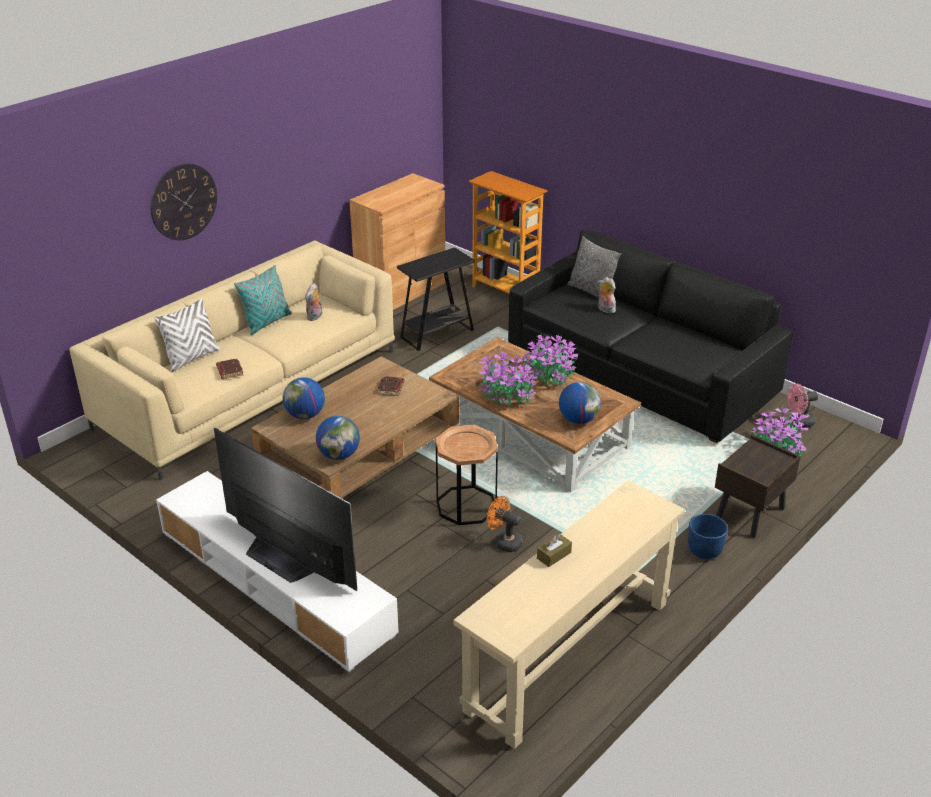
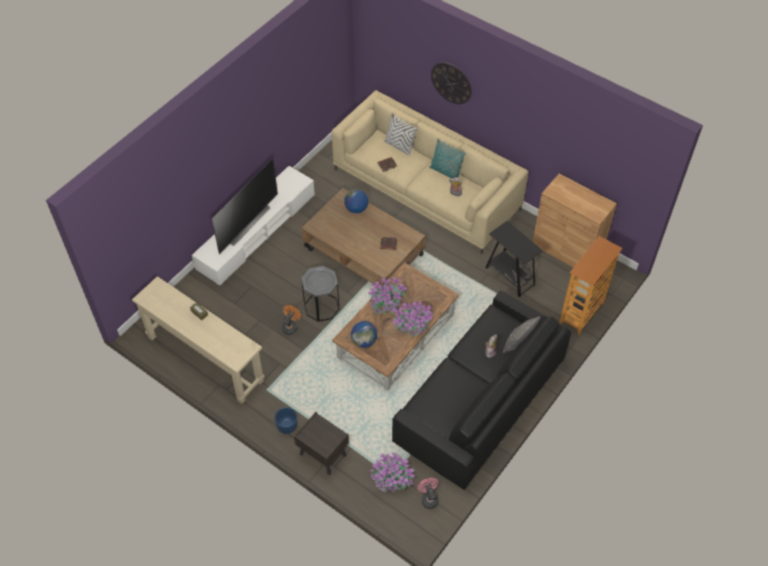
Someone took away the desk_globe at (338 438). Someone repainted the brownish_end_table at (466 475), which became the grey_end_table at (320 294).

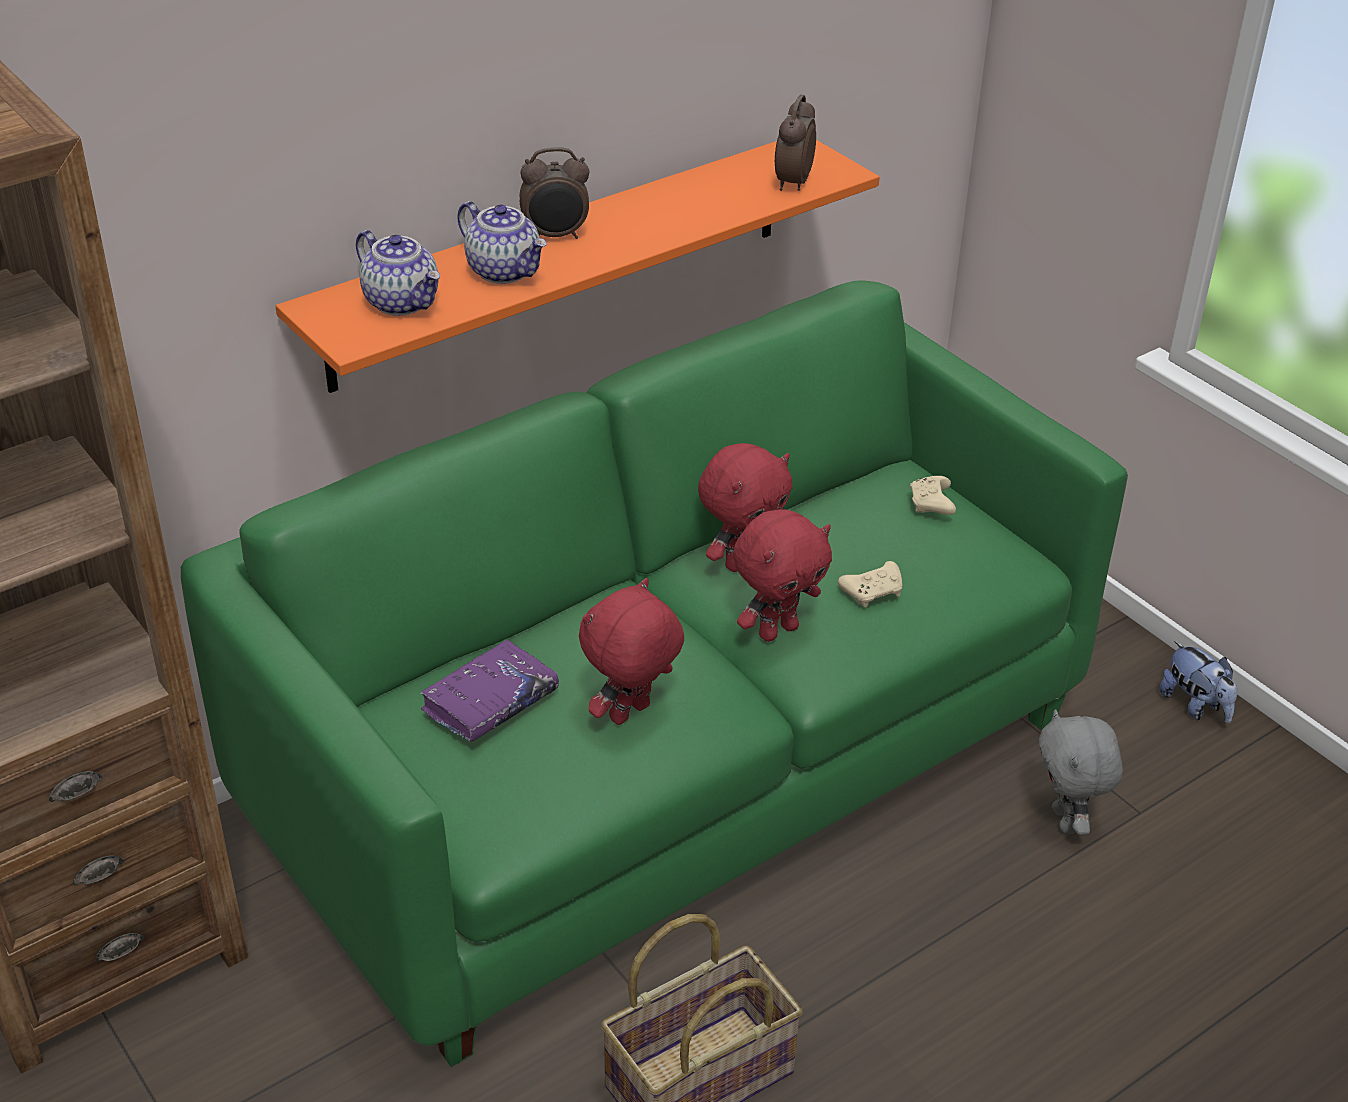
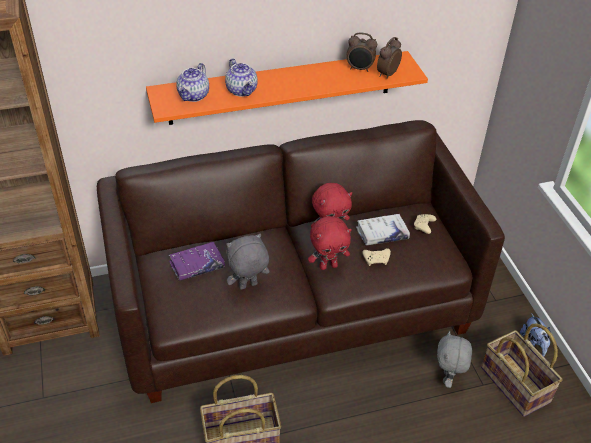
Someone put down the white_book at (383 229). Someone put down the basket at (522 370). Someone carried the bedside_clock from (554 193) to (361 52). Someone repainted the greenish_couch at (654 673), which became the brownish_couch at (301 261). Someone repainted the red_plush_toy at (631 651), which became the grey_plush_toy at (247 262). Someone rotated the pot_for_tea at (398 273) by 45 degrees clockwise.

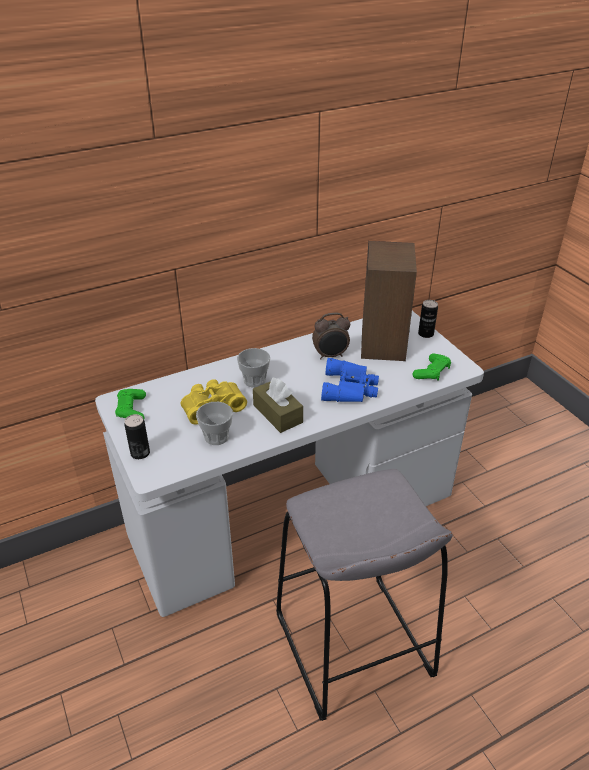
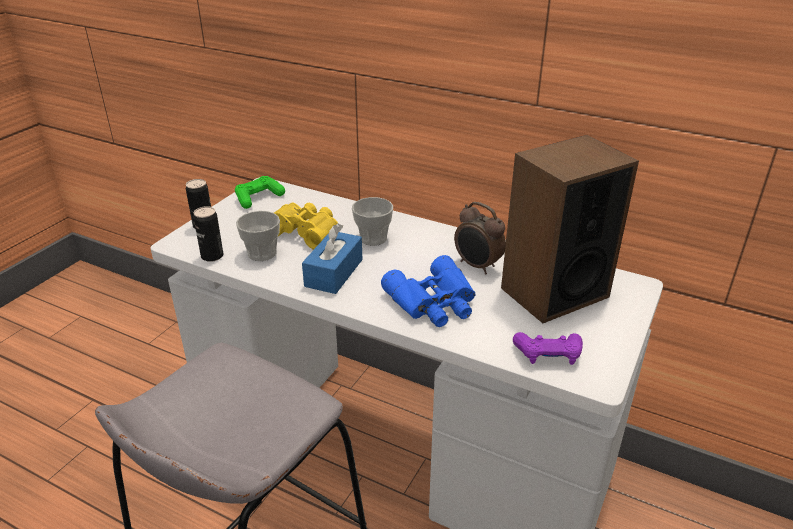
Someone carried the sealed_can from (428 319) to (208 234). Someone repainted the brownish_tissue_holder at (278 405), which became the blue_tissue_holder at (332 258). Someone repainted the greenish_gamepad at (431 366), which became the purplish_gamepad at (548 348).

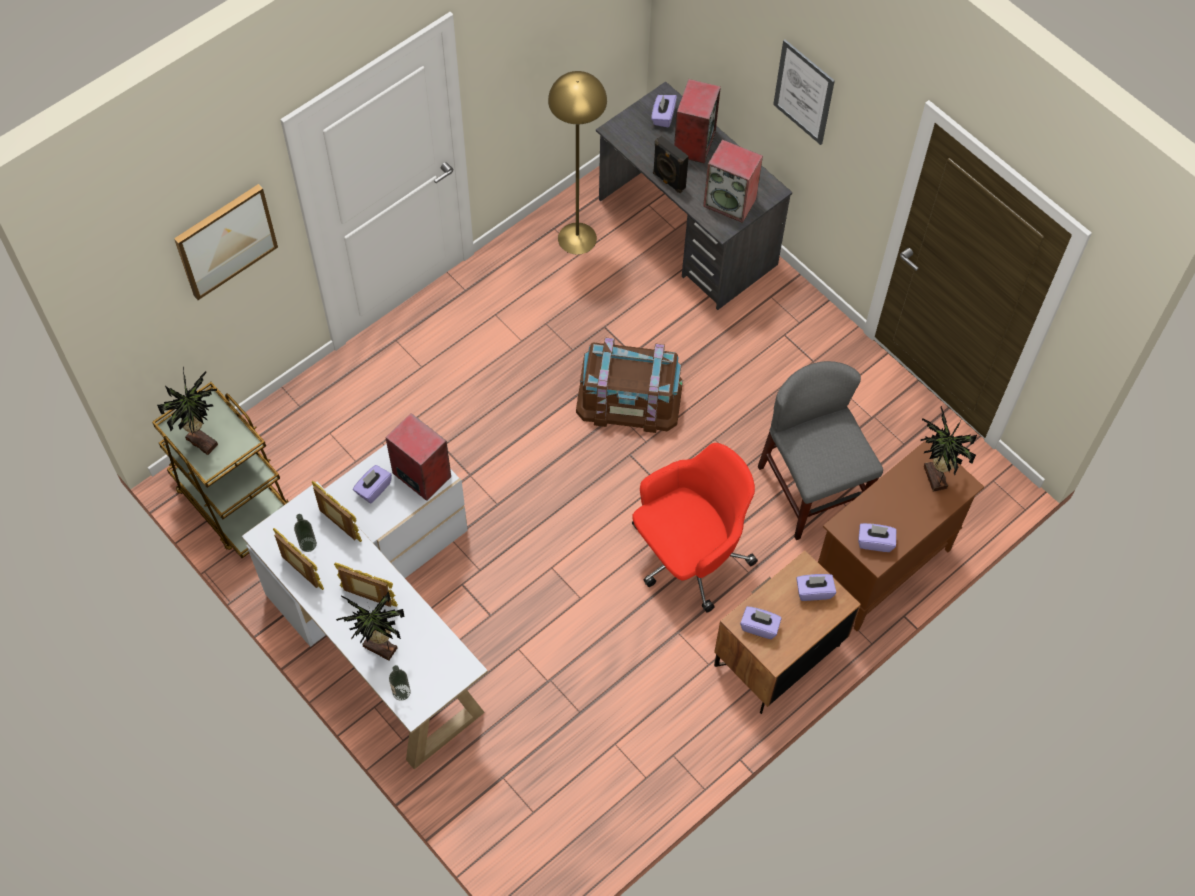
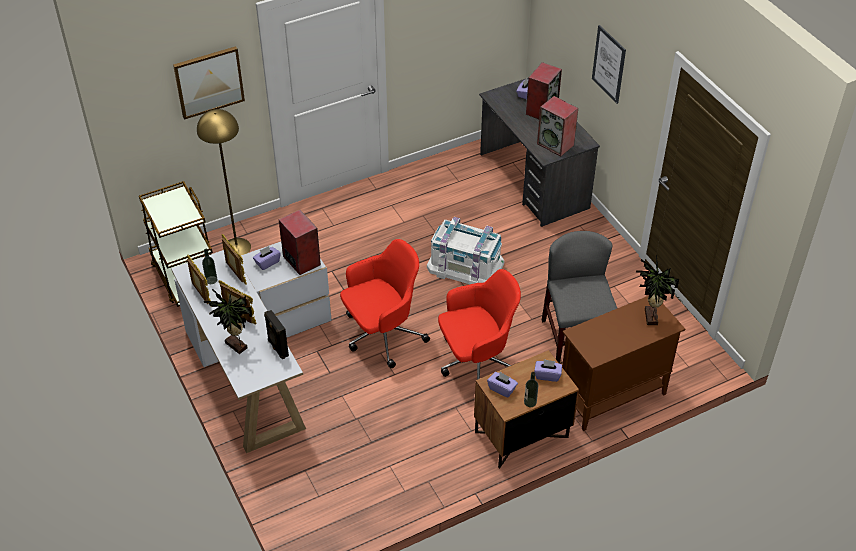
Someone took away the potted_plant at (187 411). Someone took away the purplish_tissue_holder at (877 537). Someone put down the red_desk_chair at (385 303). Someone carried the drink_bottle from (400 683) to (531 389). Someone carried the yellow_standing_lamp from (577 163) to (224 182). Someone carried the blackish_speaker from (671 164) to (276 334). Someone repainted the brownish_storage_box at (629 385), which became the white_storage_box at (465 251).

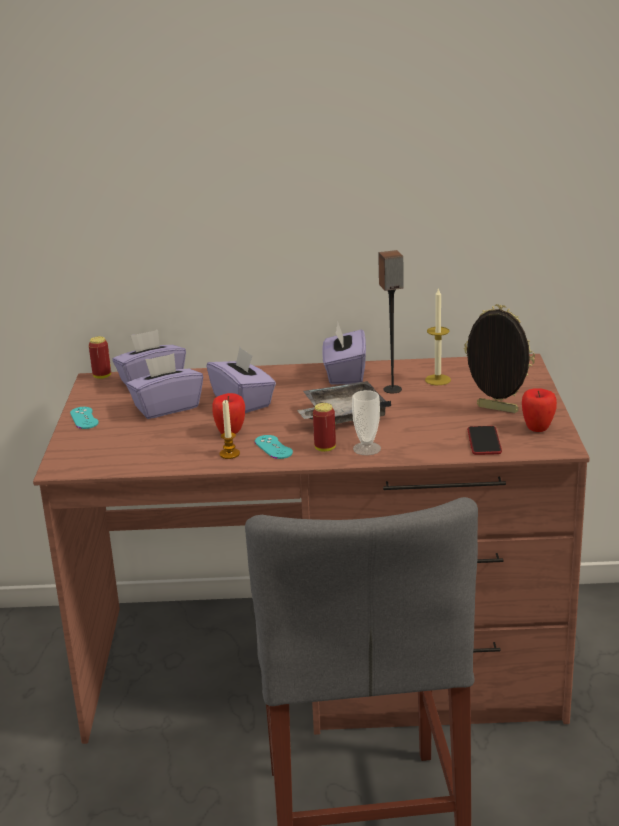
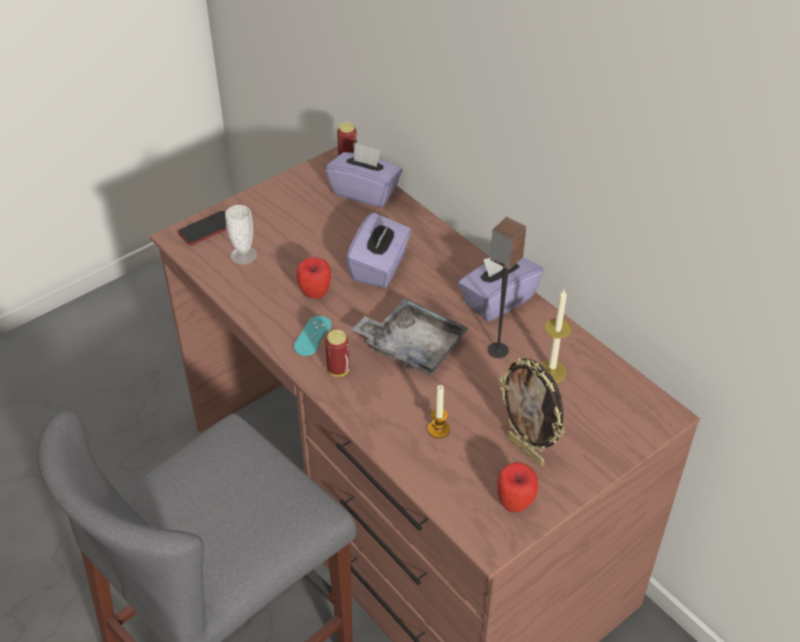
Someone took away the turquoise_gamepad at (84 418). Someone took away the purplish_tissue_holder at (164 386). Someone carried the candle from (229 429) to (439 411). Someone carried the small_cup from (366 422) to (241 235). Someone carried the telephone from (484 440) to (202 228). Someone rotated the photo_frame at (499 358) by 150 degrees clockwise.

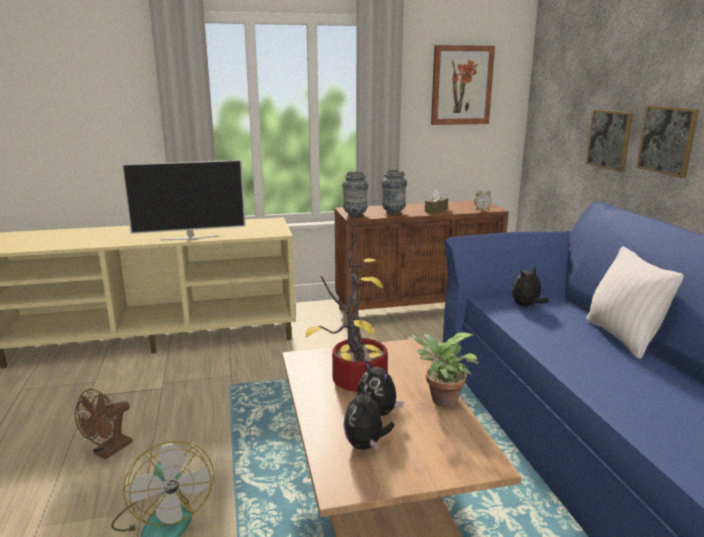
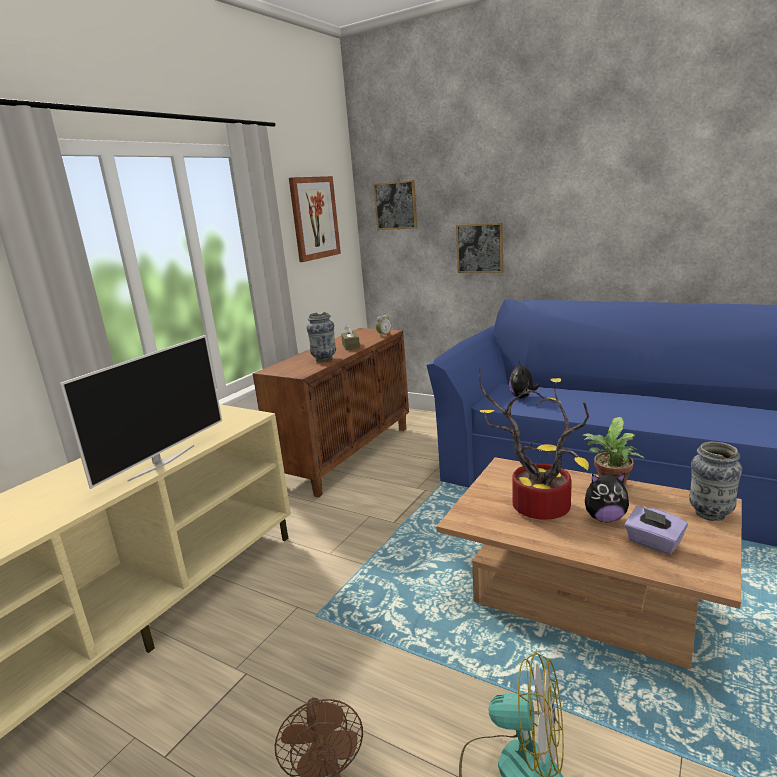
Someone took away the white_cushion at (635 302). Someone carried the flower_vase from (355 195) to (715 481). Someone carried the wall_art from (668 142) to (395 205). Someone swapped the plush_toy at (368 417) for the purplish_tissue_holder at (656 530).

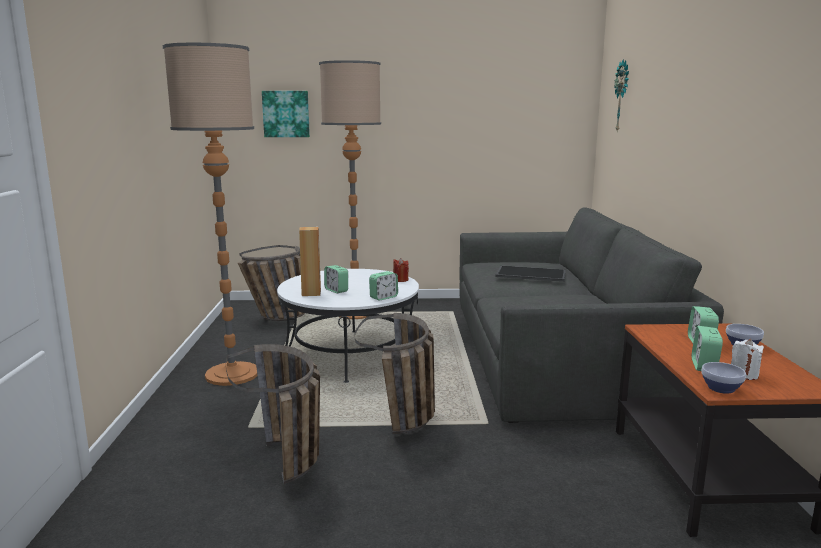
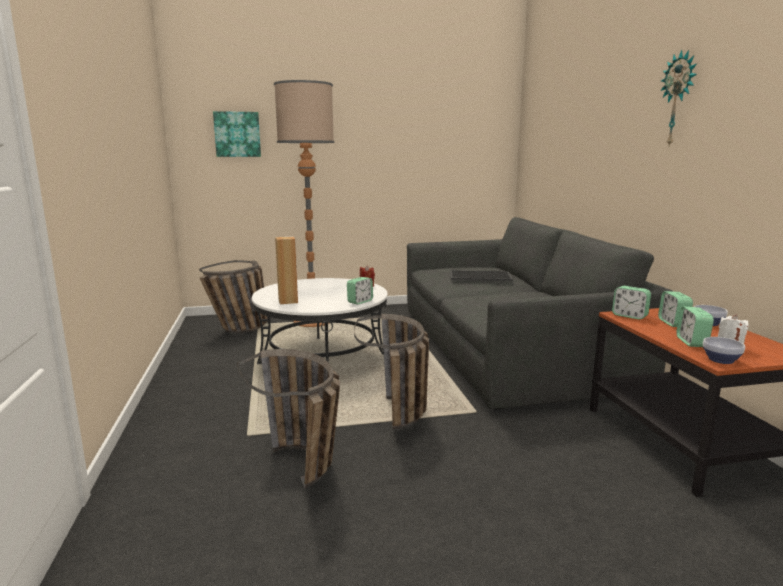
Someone took away the standing_lamp at (210 214). Someone carried the bedside_clock from (336 279) to (631 303). Someone carried the wall_clock from (621 95) to (678 98).

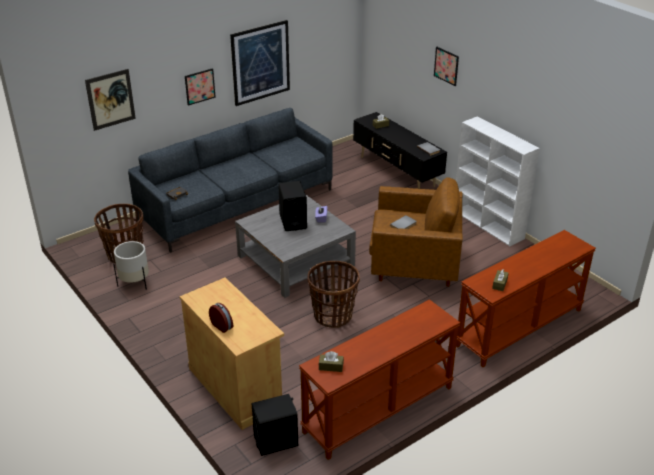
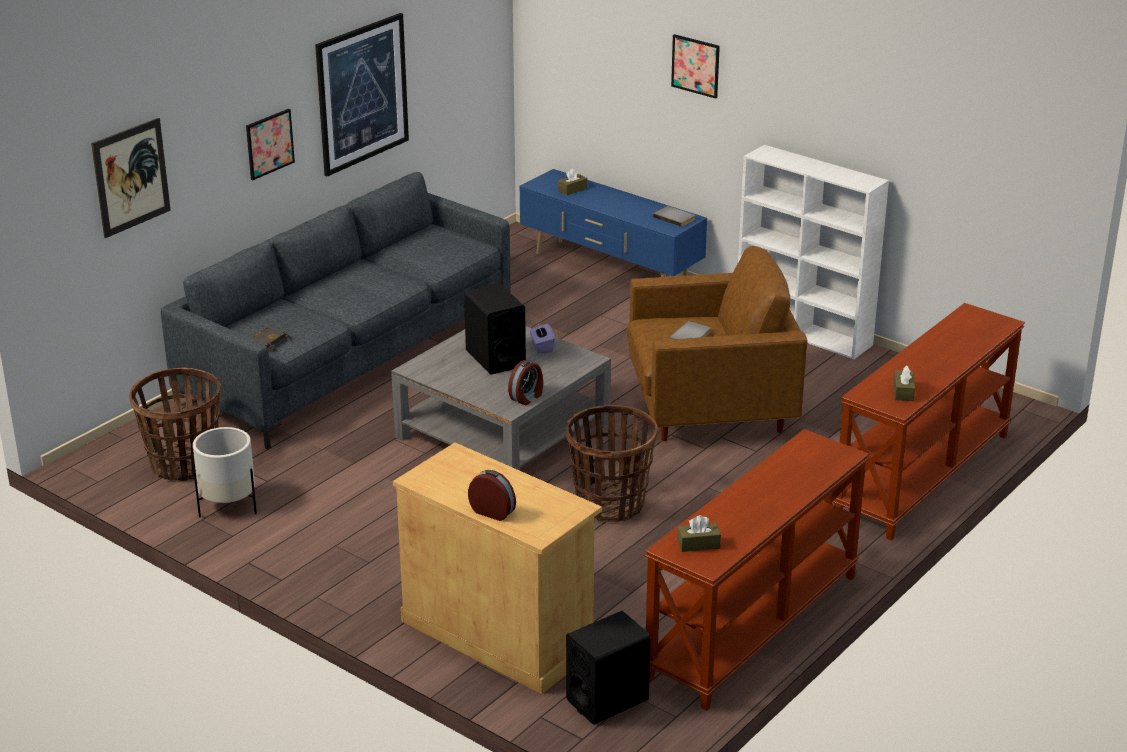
Someone put down the bedside_clock at (525 382). Someone repainted the blackish_media_console at (400 150), which became the blue_media_console at (613 223).

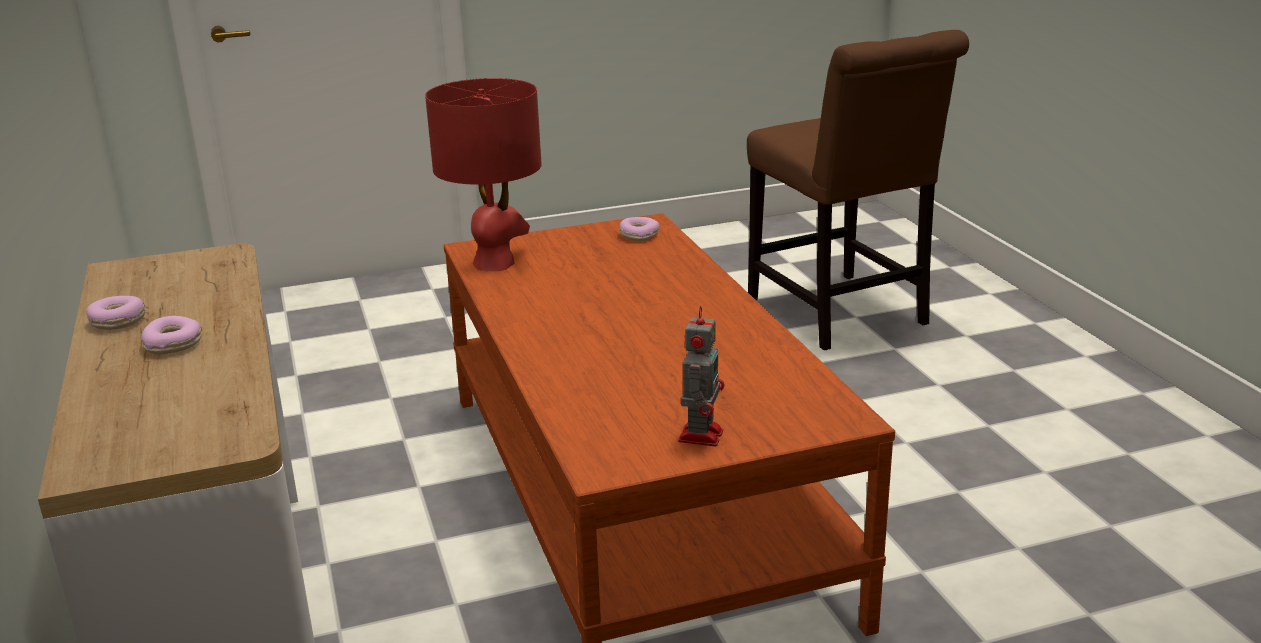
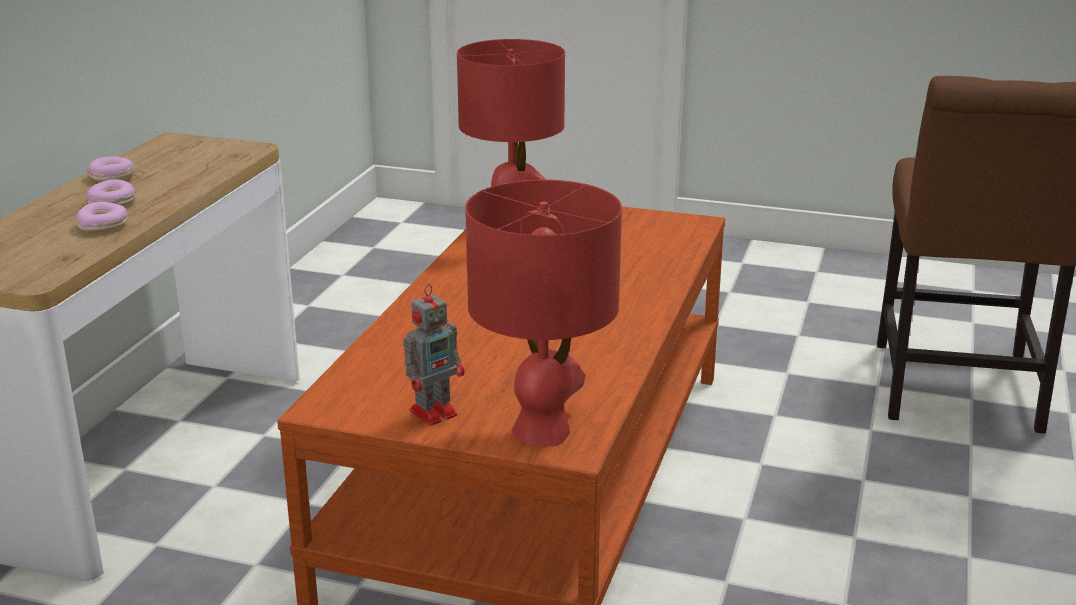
Someone put down the red_table_lamp at (543 313). Someone carried the doughnut from (639 229) to (102 217).

